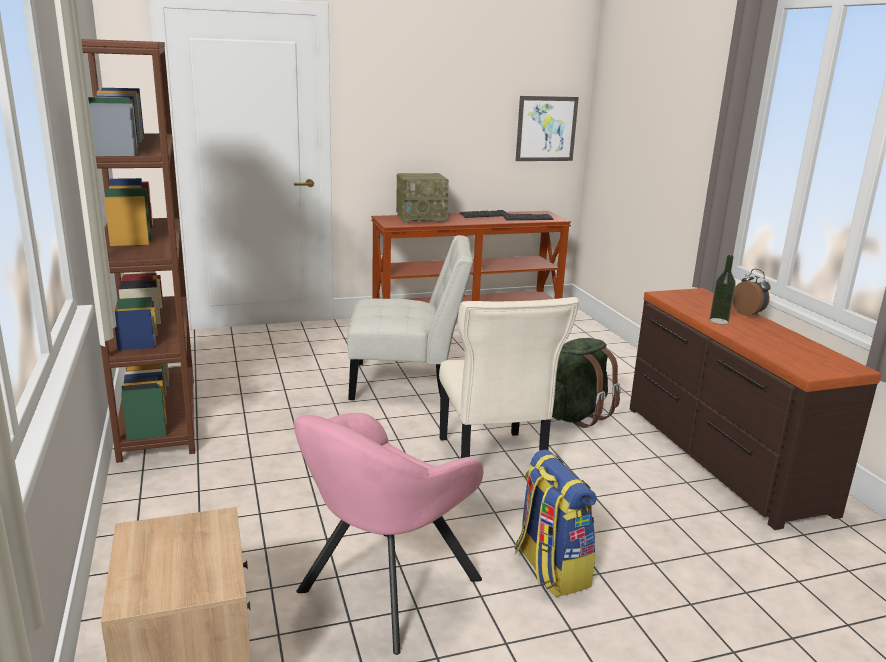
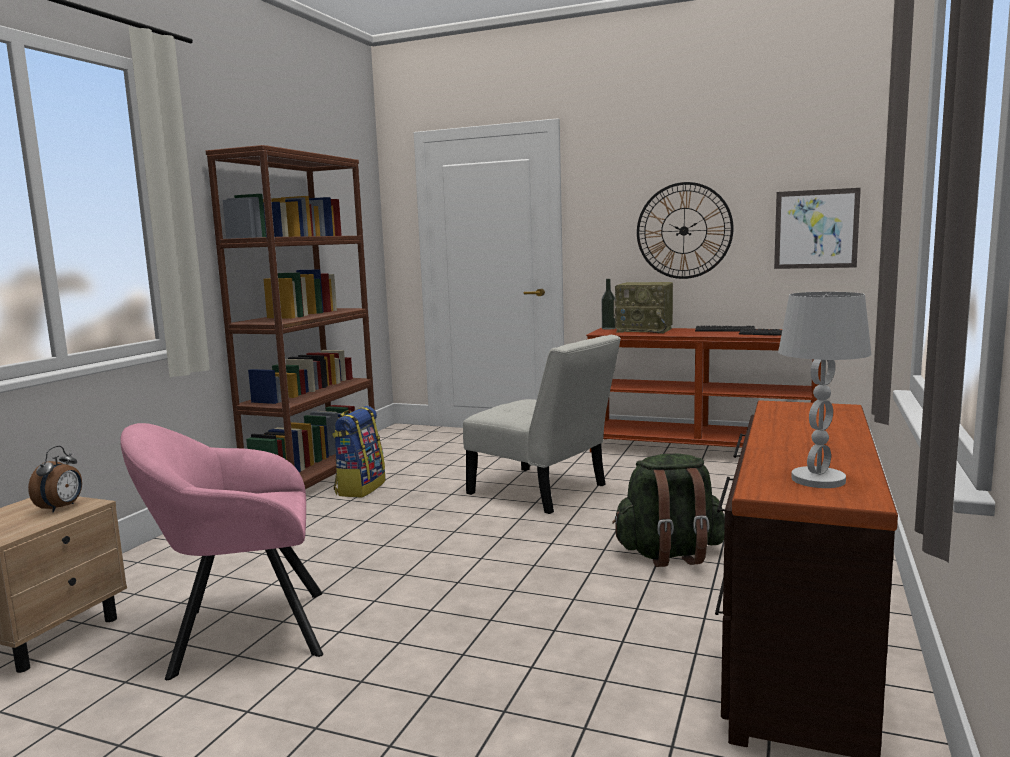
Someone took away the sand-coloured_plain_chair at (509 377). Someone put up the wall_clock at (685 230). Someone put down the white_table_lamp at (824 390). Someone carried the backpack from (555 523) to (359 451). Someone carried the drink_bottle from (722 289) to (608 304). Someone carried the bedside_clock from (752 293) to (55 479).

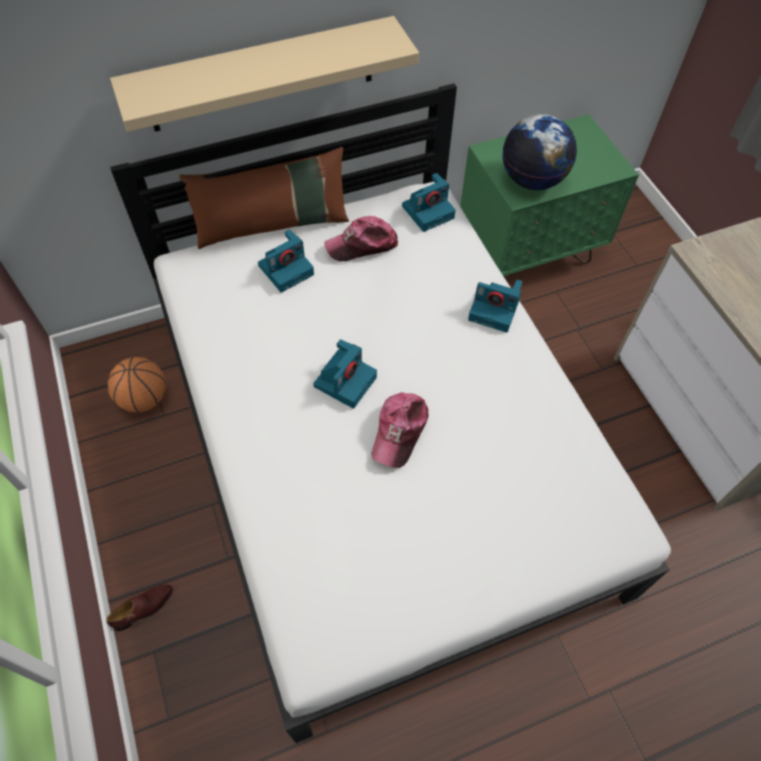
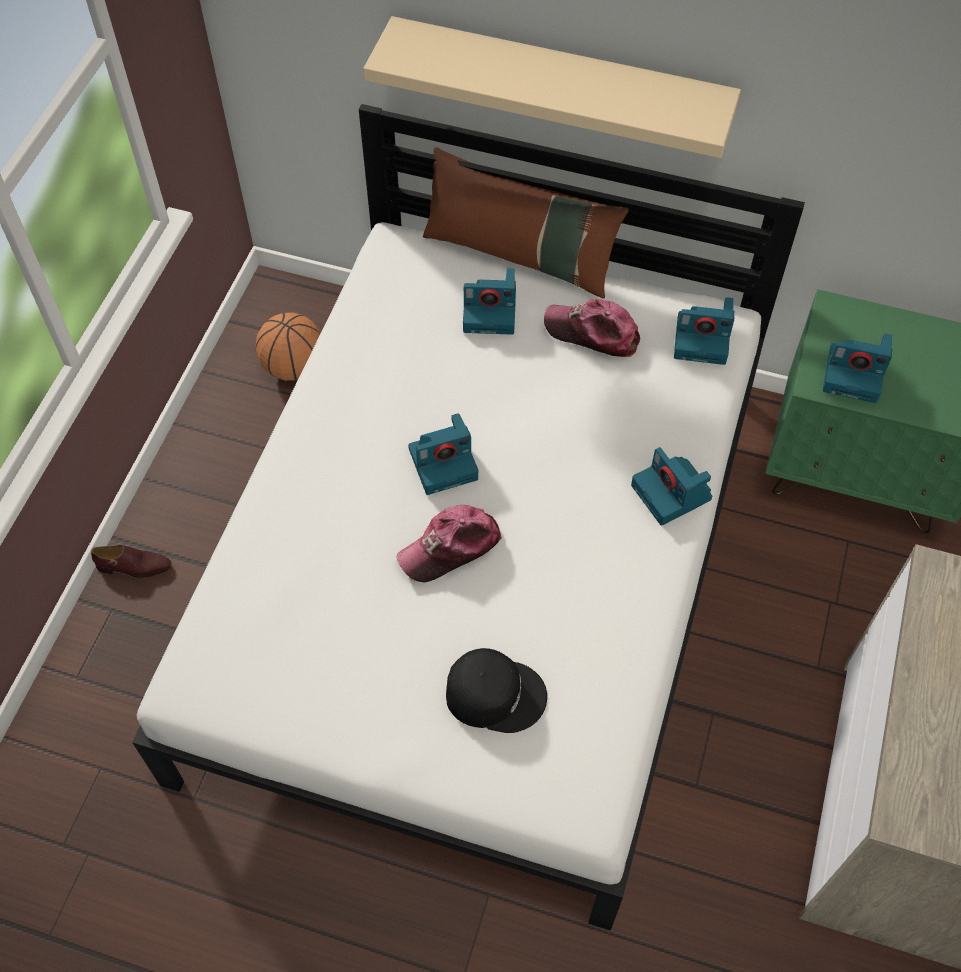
Someone put down the blackish_cap at (496 690). Someone swapped the desk_globe at (540 152) for the still_camera at (857 368).

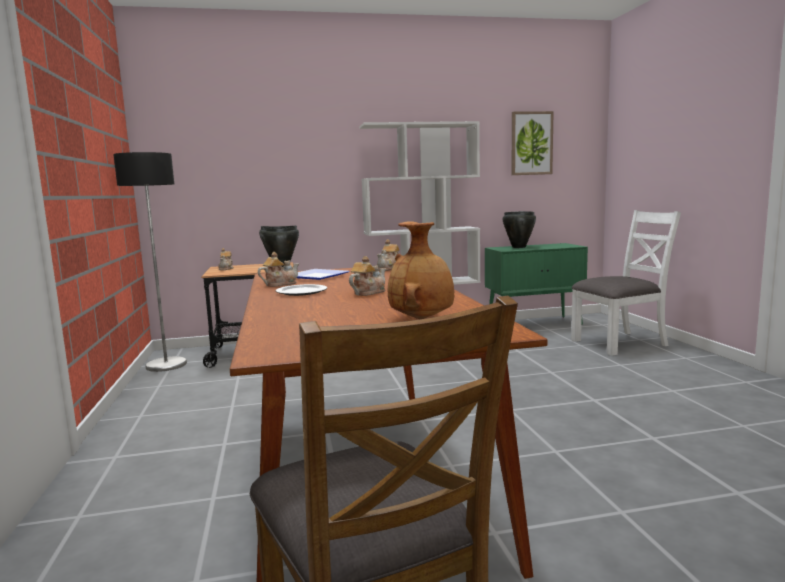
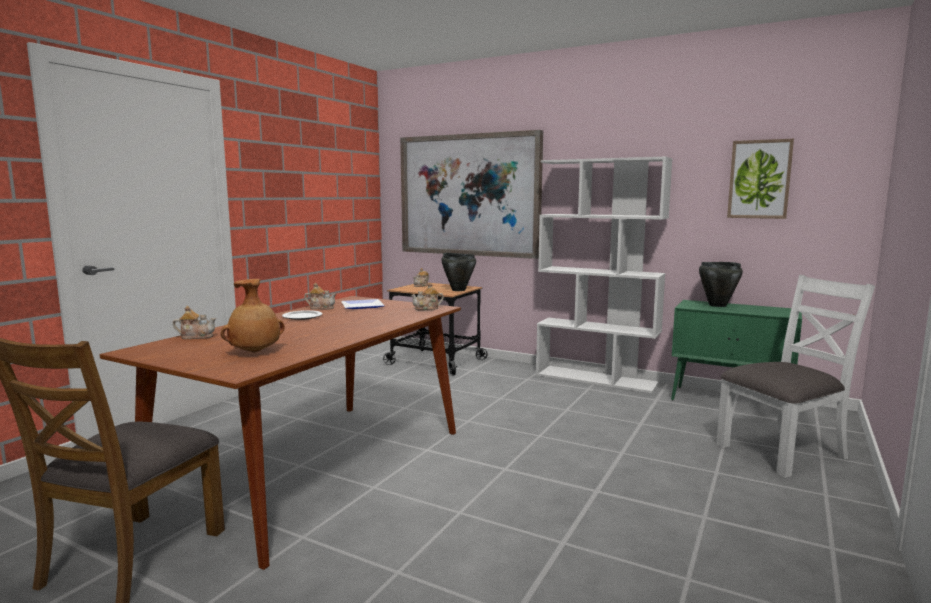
Someone took away the standing_lamp at (150 262). Someone put up the wall_art at (471 194). Someone carried the pot_for_tea from (367 276) to (194 322). Someone rotated the white_plain_chair at (626 283) by 45 degrees counterclockwise.

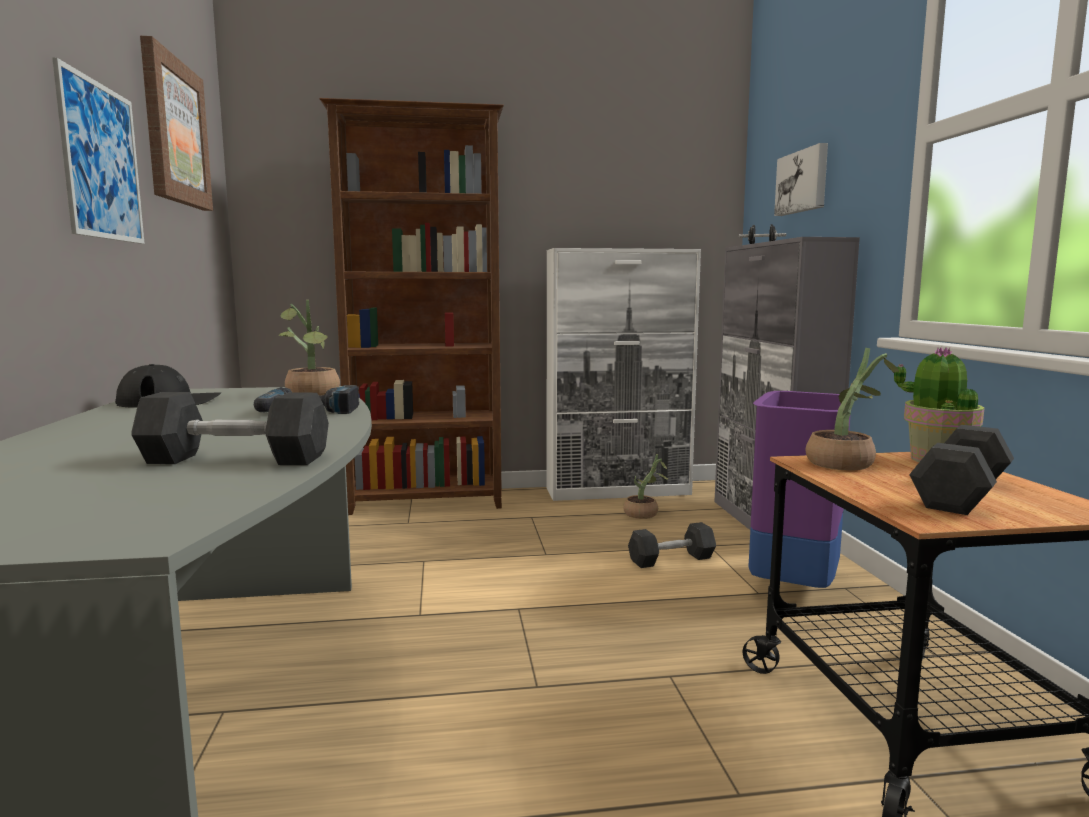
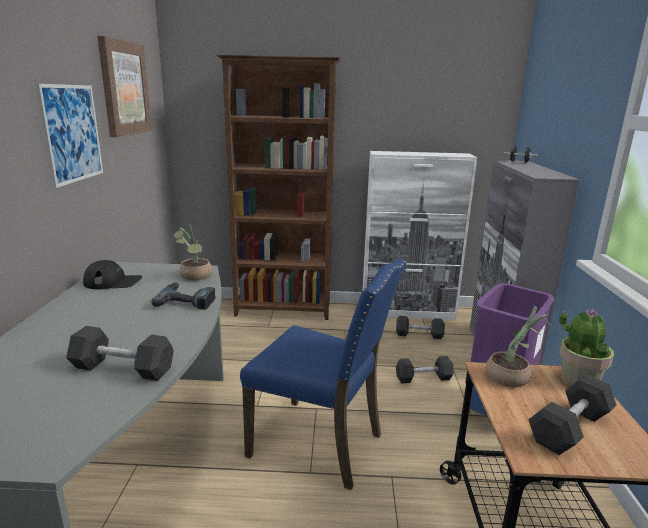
Someone took away the wall_art at (801 179). Someone put down the blue_plain_chair at (323 374). Someone swapped the potted_plant at (646 486) for the grey_hand_weight at (420 327).

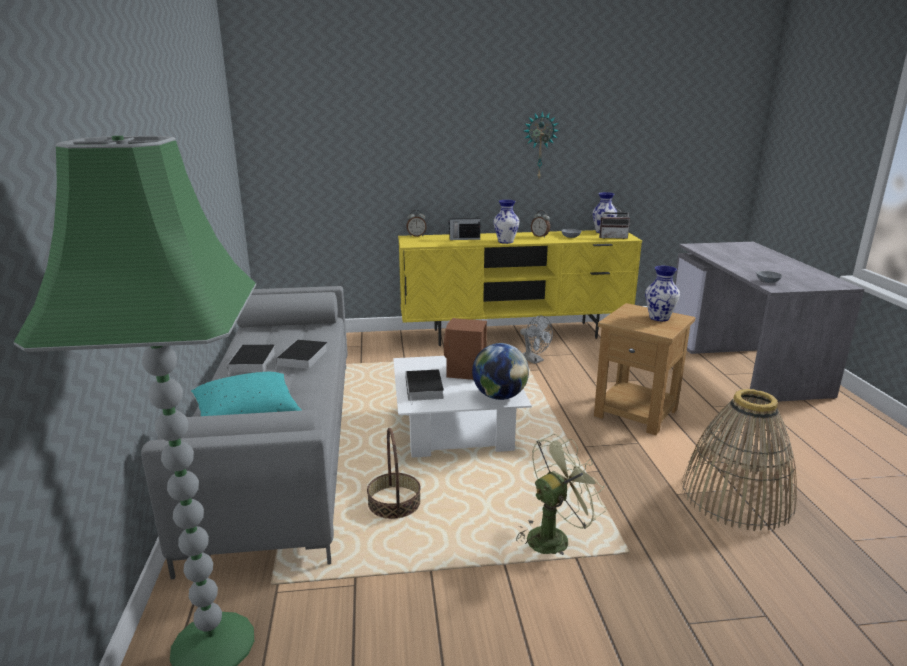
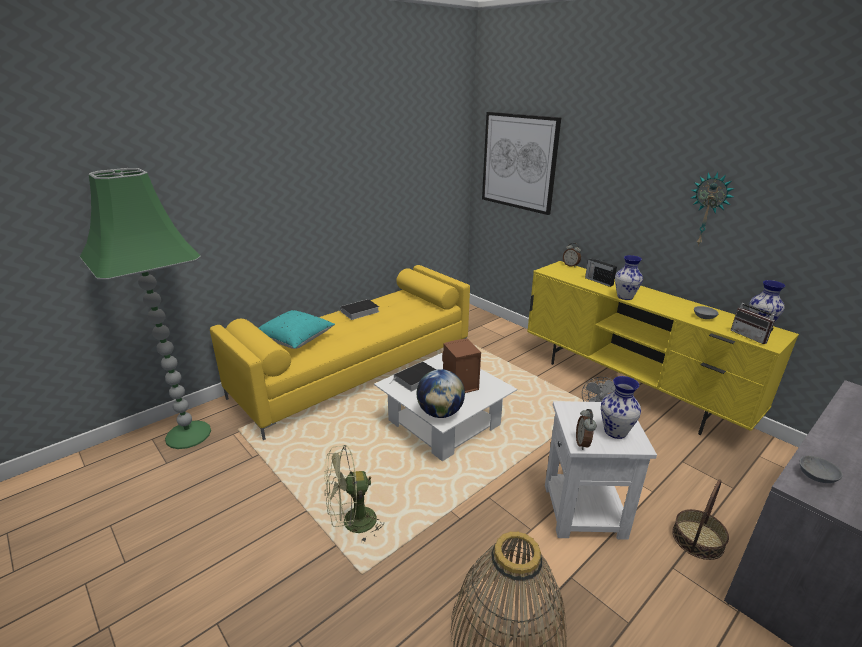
Someone took away the book at (301 355). Someone put up the wall_art at (521 163). Someone carried the basket from (394 473) to (700 519). Someone carried the bedside_clock from (540 224) to (586 429). Someone repainted the grey_couch at (244 432), which became the yellow_couch at (340 352). Someone repainted the brownish_end_table at (645 369), which became the white_end_table at (601 470). Someone rotated the greenish_electric_fan at (561 496) by 135 degrees clockwise.

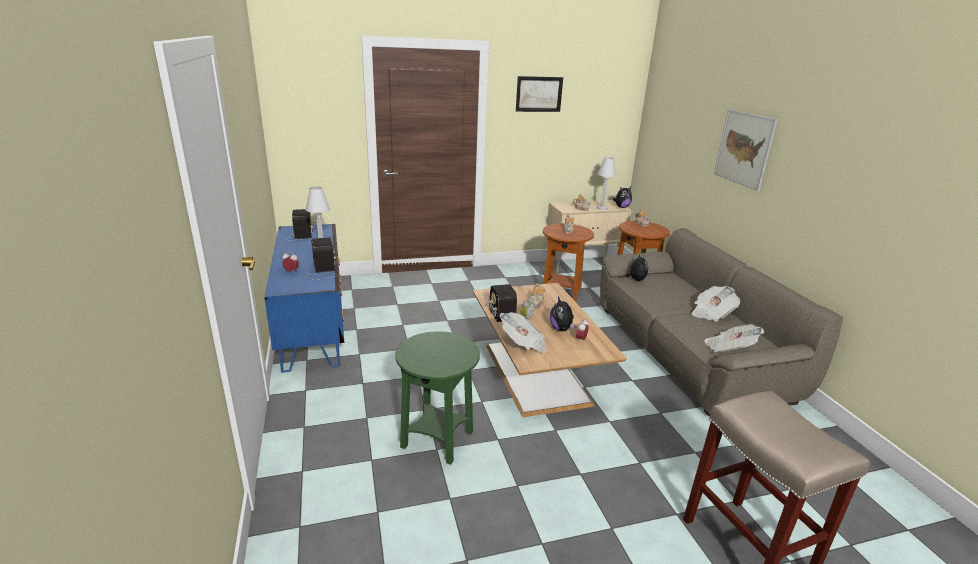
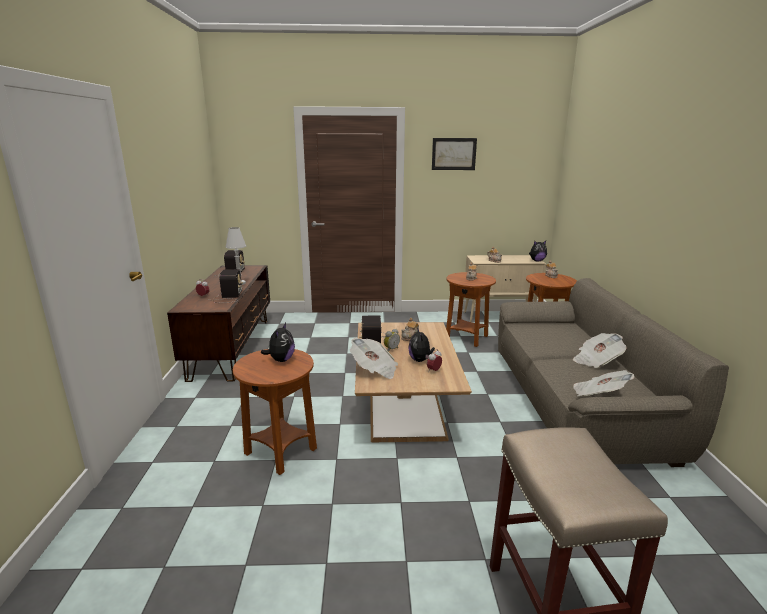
Someone took away the white_table_lamp at (606 183). Someone took away the wall_art at (746 150). Someone carried the plush_toy from (637 267) to (278 342). Someone repainted the blue_media_console at (304 298), which became the brownish_media_console at (218 323). Someone repainted the greenish_end_table at (437 398), which became the brownish_end_table at (275 412).

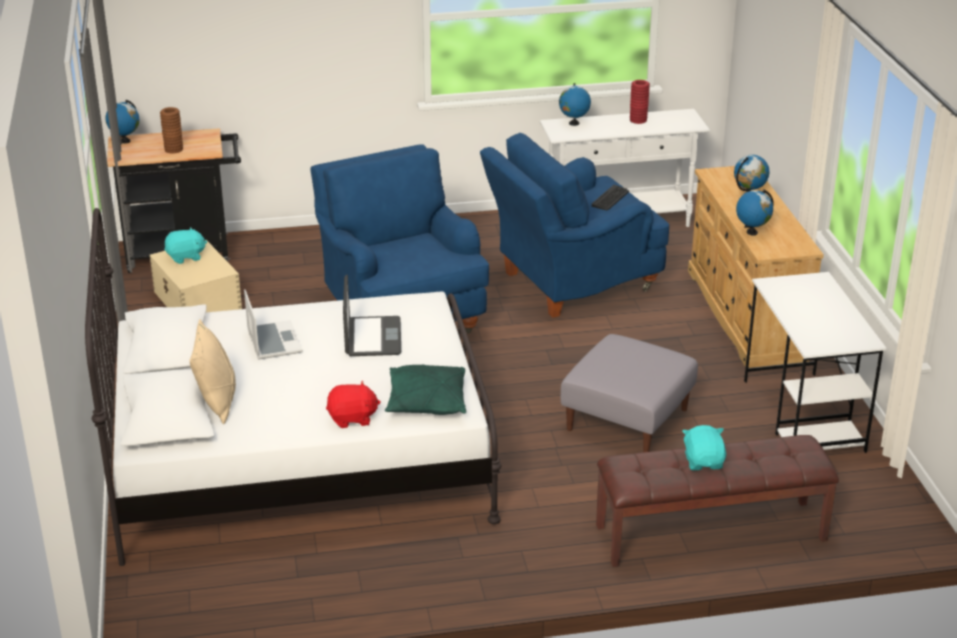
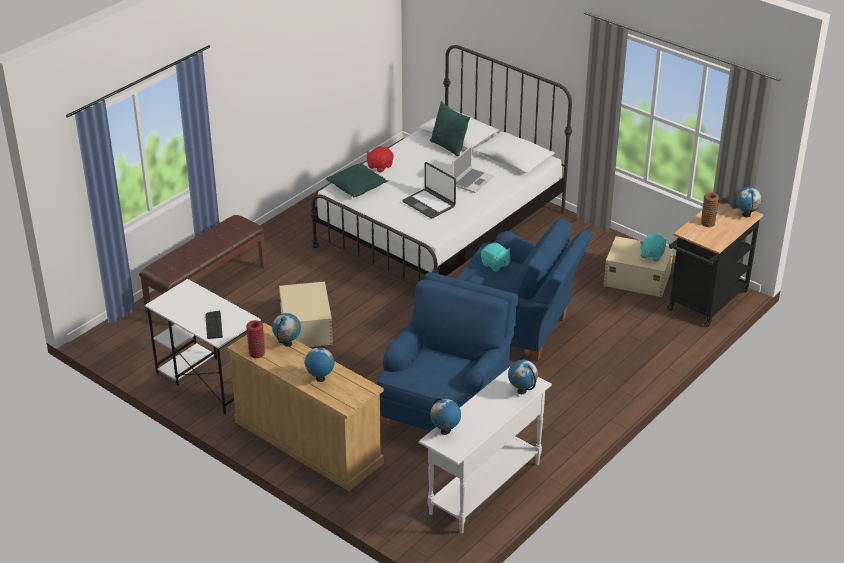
Someone put down the desk_globe at (445 416). Someone carried the PC_keyboard from (610 197) to (214 324). Someone carried the red_flower_vase from (640 102) to (255 339). Someone carried the turquoise_plush_toy from (704 447) to (496 257). Someone swapped the grey_footrest at (629 393) for the sand-coloured_storage_box at (306 314). Someone repainted the sand-coloured_cushion at (213 371), which became the greenish_cushion at (450 128). Someone rotated the laptop at (273 324) by 90 degrees counterclockwise.

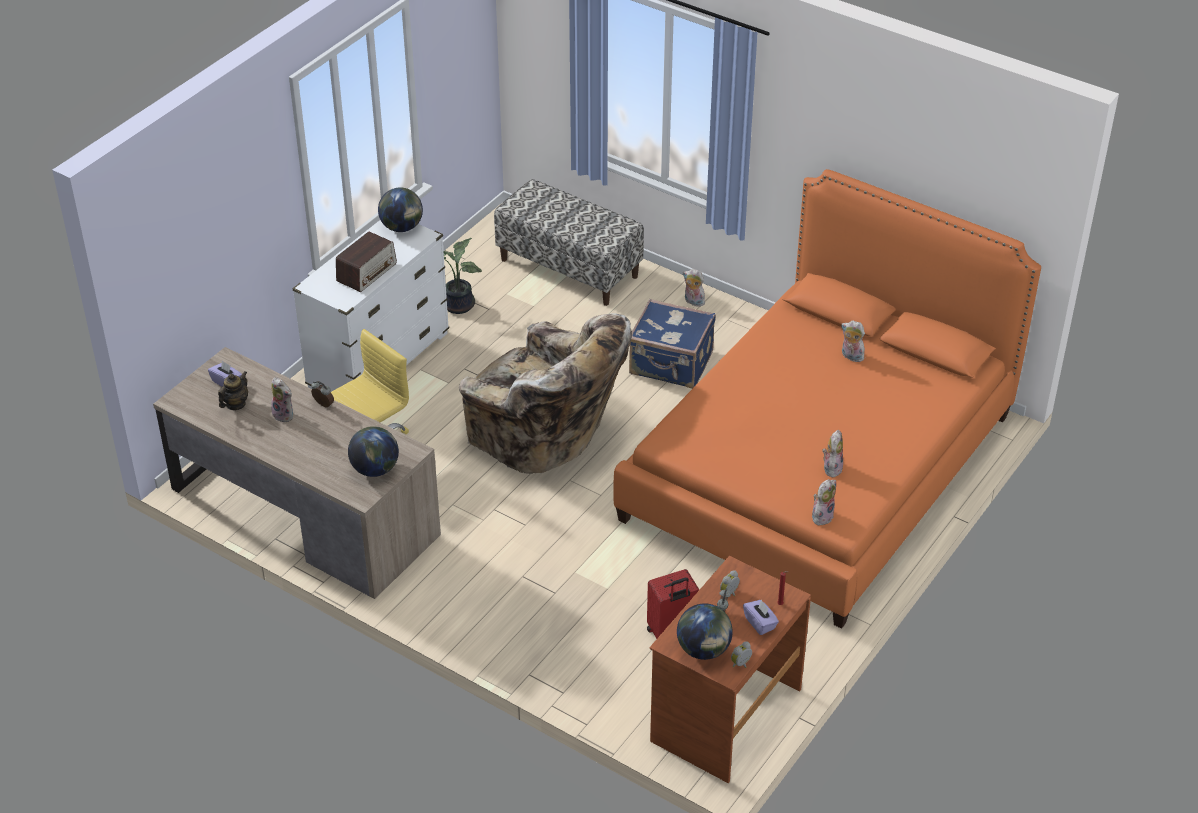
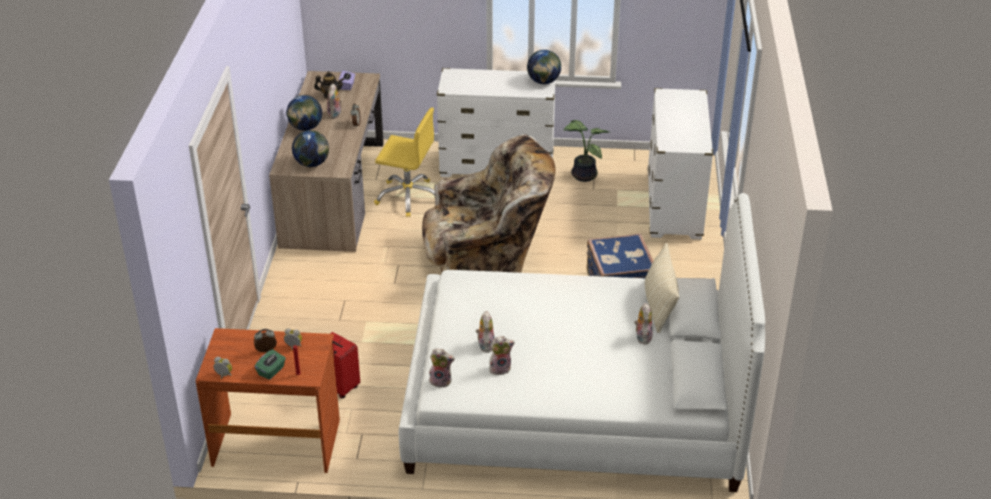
Someone took away the radio_receiver at (366 261). Someone put down the sand-coloured_cushion at (662 288). Someone carried the desk_globe from (705 632) to (304 113). Someone carried the plush_toy from (694 288) to (485 332). Someone swapped the long_seat at (569 242) for the white_chest_of_drawers at (680 164). Someone repainted the orange-coloured_bed at (827 399), which became the white_bed at (582 342). Someone repainted the purplish_tissue_holder at (761 617), which became the greenish_tissue_holder at (270 364). Someone rotated the sand-coloured_easy_chair at (545 393) by 105 degrees counterclockwise.

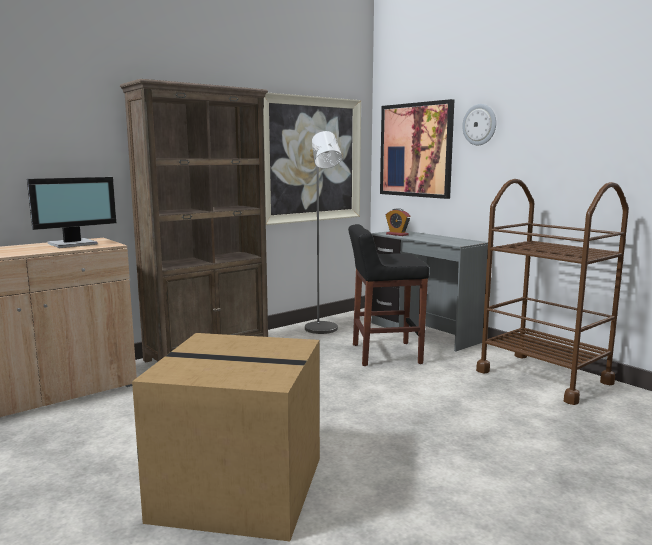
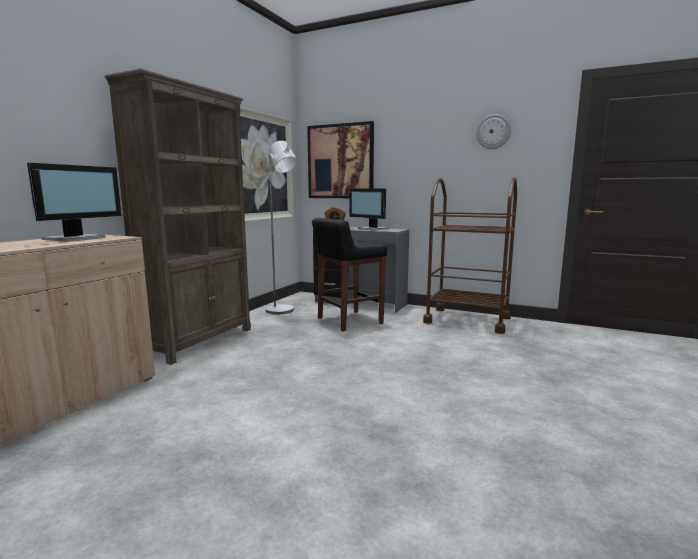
Someone took away the packing_box at (226 437). Someone put down the computer_display at (369 209). Someone carried the wall_clock from (479 124) to (493 131).

